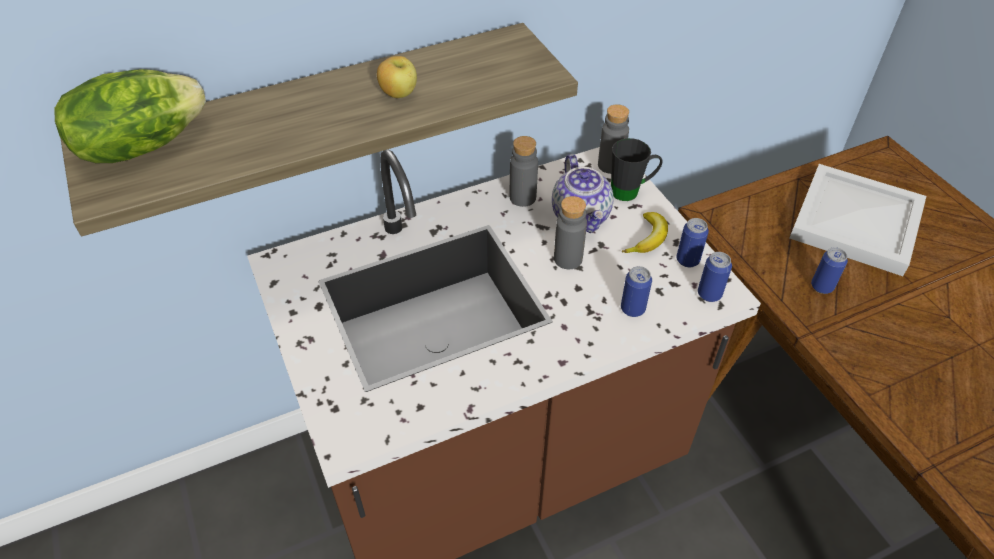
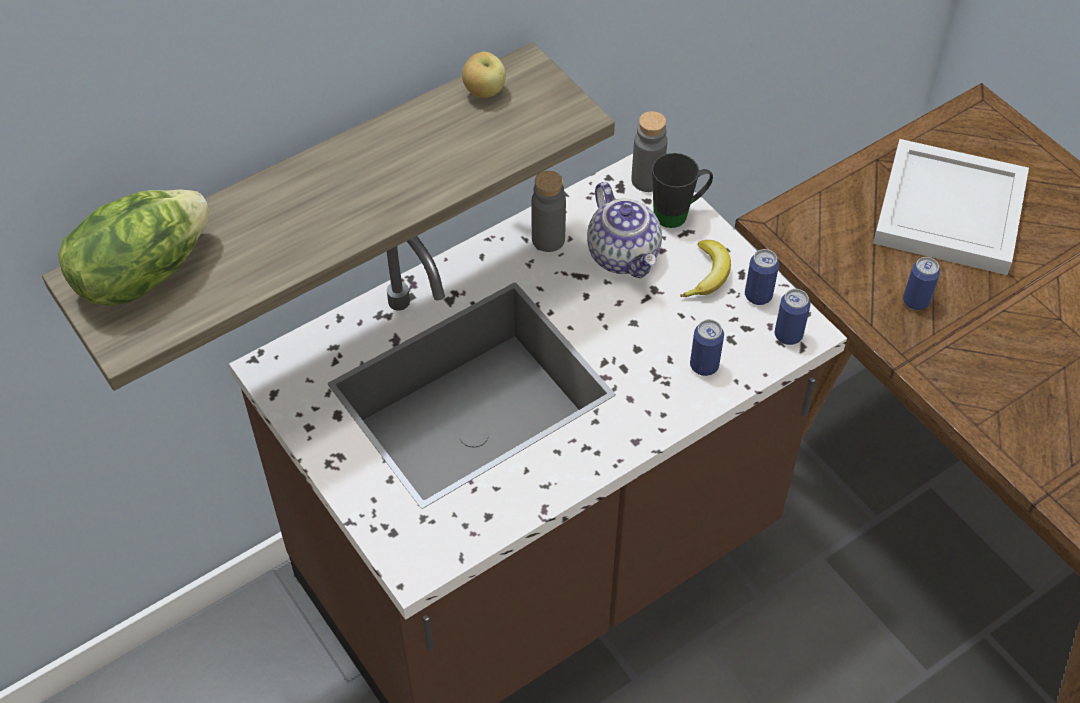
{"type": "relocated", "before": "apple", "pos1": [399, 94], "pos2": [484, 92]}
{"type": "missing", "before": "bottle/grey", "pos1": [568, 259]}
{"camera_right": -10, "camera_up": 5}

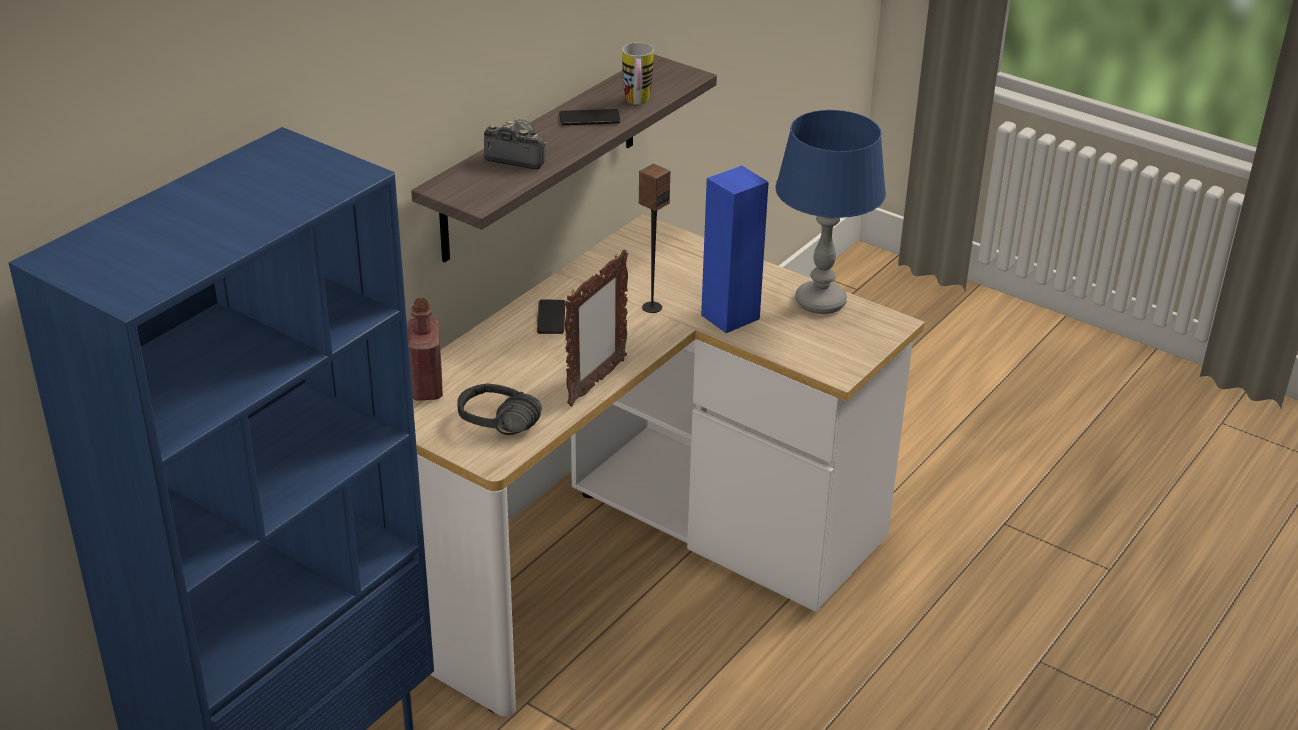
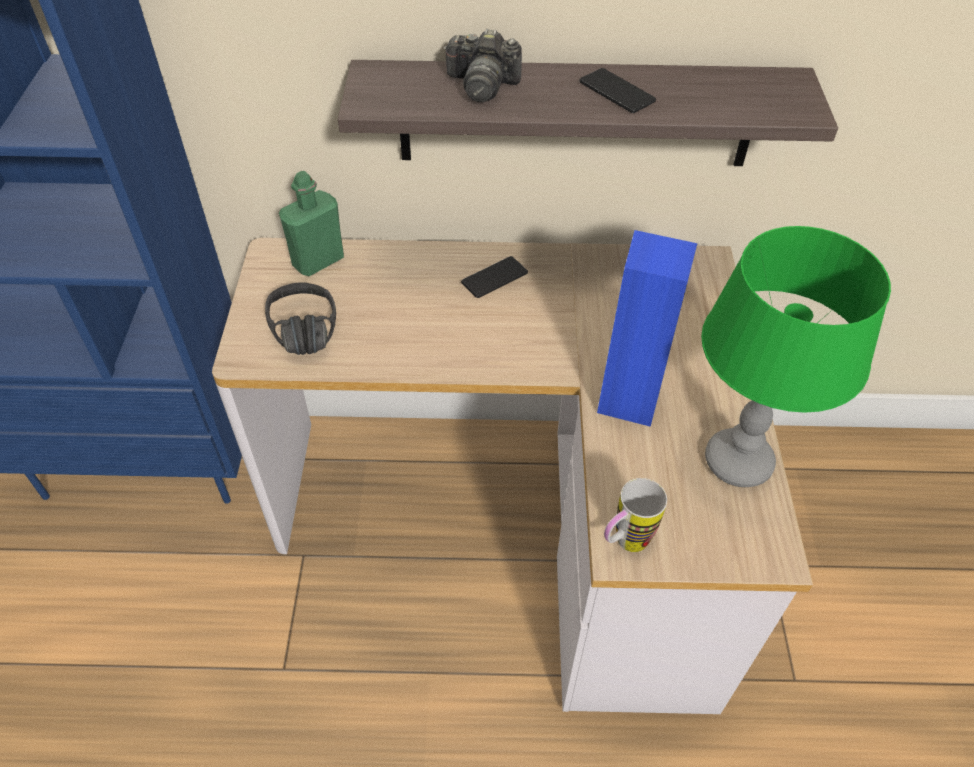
{"type": "colour", "before": "bottle/red", "after": "bottle/green", "pos1": [426, 388], "pos2": [318, 261]}
{"type": "spun", "before": "photo camera", "pos1": [517, 156], "pos2": [482, 85], "turn": 120}
{"type": "missing", "before": "picture frame", "pos1": [596, 383]}
{"type": "relocated", "before": "mug", "pos1": [637, 103], "pos2": [624, 544]}
{"type": "missing", "before": "speaker", "pos1": [651, 307]}
{"type": "colour", "before": "table lamp/blue", "after": "table lamp/green", "pos1": [820, 302], "pos2": [737, 462]}
{"camera_right": 55, "camera_up": 15}

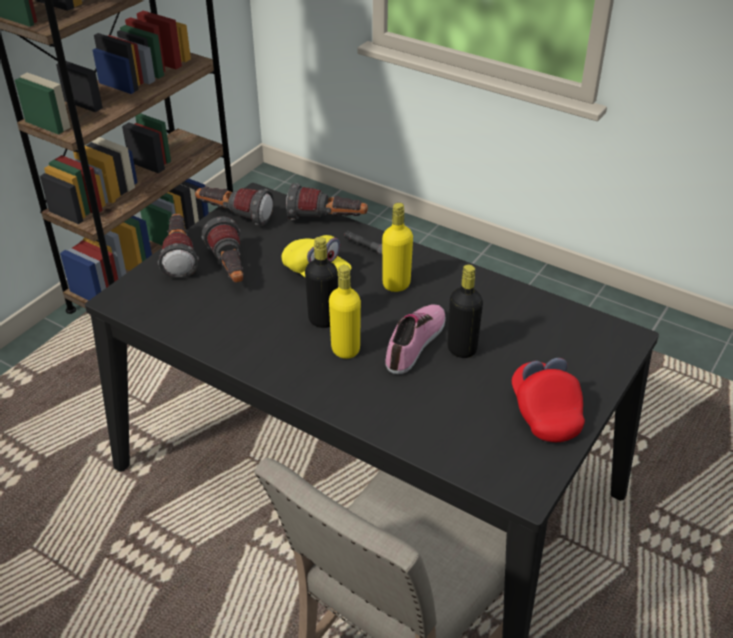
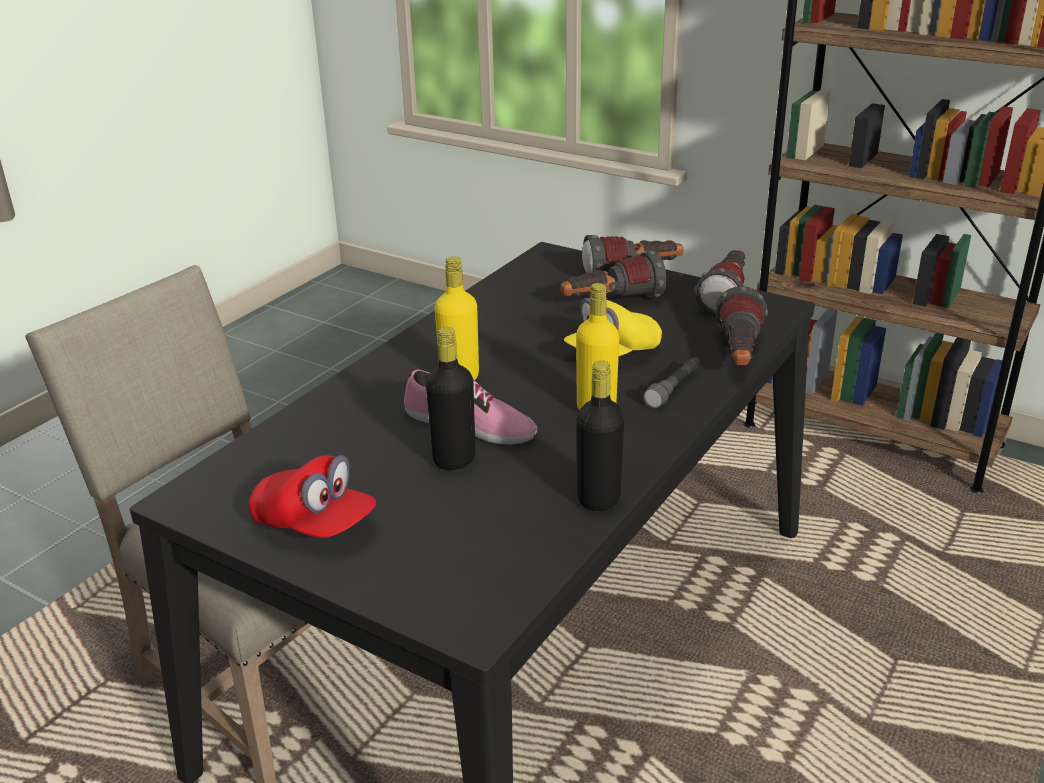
{"type": "relocated", "before": "bottle/black", "pos1": [323, 320], "pos2": [598, 499]}
{"type": "spun", "before": "cap/red", "pos1": [544, 412], "pos2": [315, 524], "turn": 45}
{"camera_right": 90, "camera_up": -10}

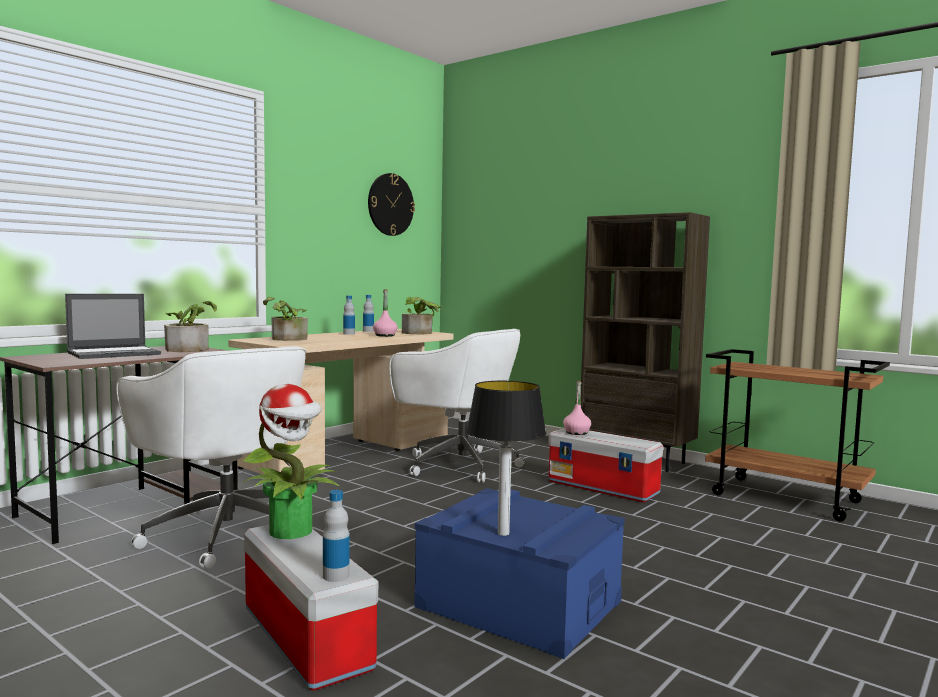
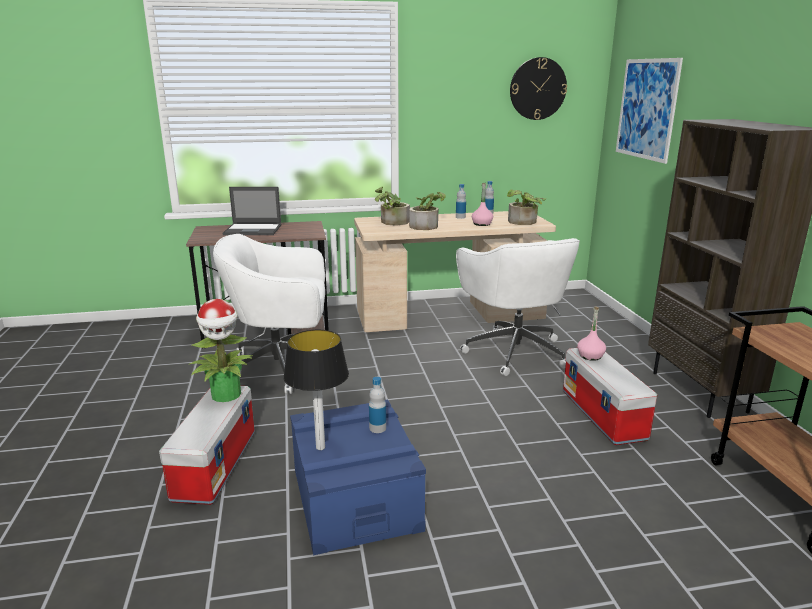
{"type": "spun", "before": "office chair/white", "pos1": [224, 533], "pos2": [282, 368], "turn": 90}
{"type": "relocated", "before": "potted plant", "pos1": [190, 349], "pos2": [427, 226]}
{"type": "relocated", "before": "bottle", "pos1": [336, 576], "pos2": [377, 428]}
{"type": "appeared", "after": "picture", "pos2": [646, 109]}
{"camera_right": 40, "camera_up": 15}

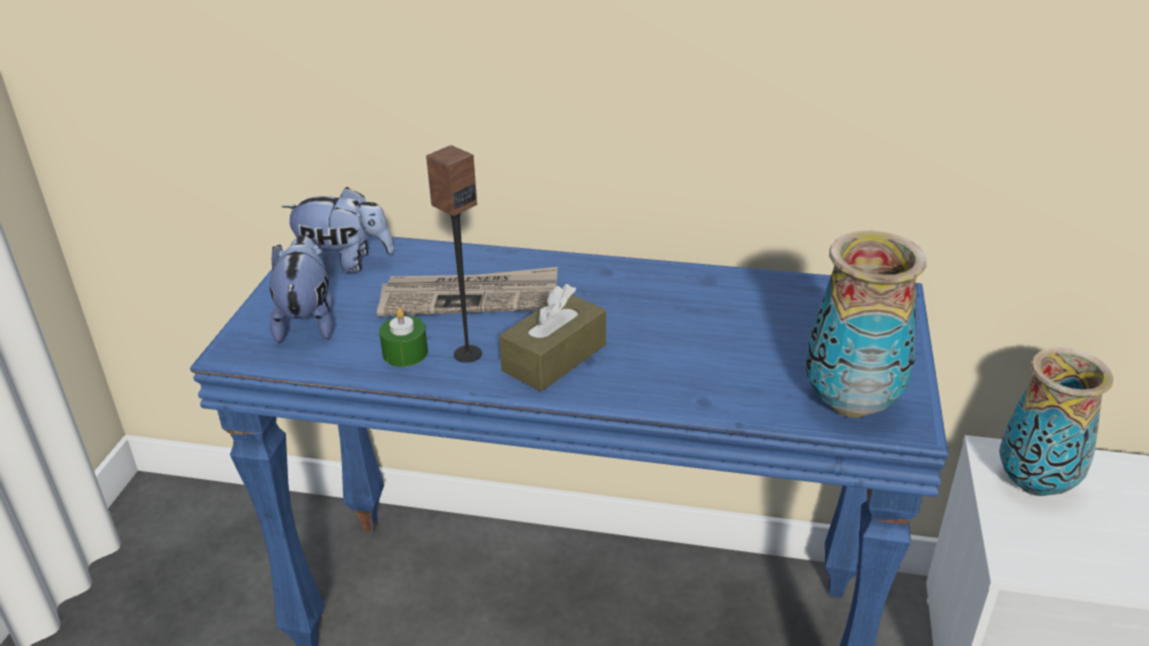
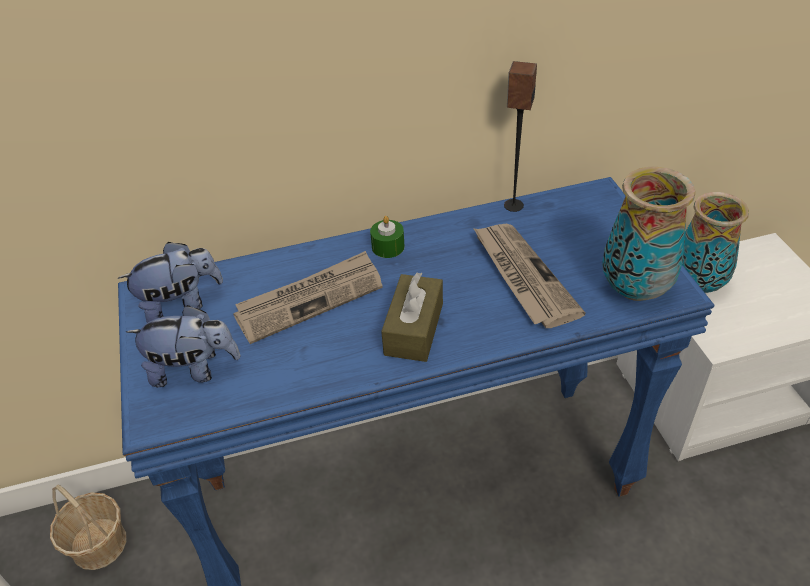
{"type": "spun", "before": "plush toy", "pos1": [308, 321], "pos2": [193, 369], "turn": 120}
{"type": "relocated", "before": "candle/green", "pos1": [405, 353], "pos2": [388, 247]}
{"type": "relocated", "before": "speaker", "pos1": [467, 354], "pos2": [513, 205]}
{"type": "appeared", "after": "basket", "pos2": [99, 543]}
{"type": "appeared", "after": "newspaper", "pos2": [522, 276]}
{"camera_right": -25, "camera_up": 10}

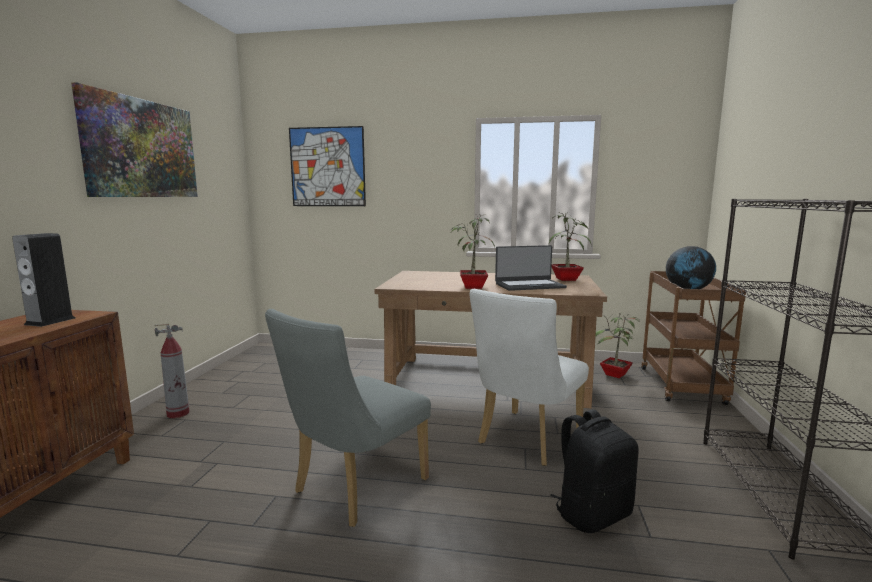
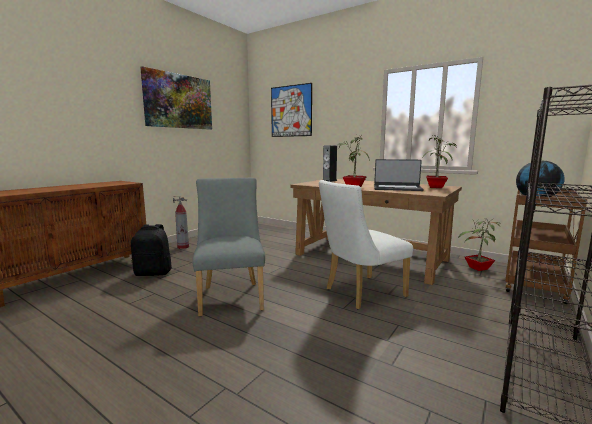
{"type": "relocated", "before": "speaker", "pos1": [50, 321], "pos2": [329, 181]}
{"type": "spun", "before": "chair/grey", "pos1": [353, 489], "pos2": [231, 296], "turn": 105}
{"type": "relocated", "before": "backpack/black", "pos1": [592, 514], "pos2": [153, 273]}
{"camera_right": 25, "camera_up": 0}

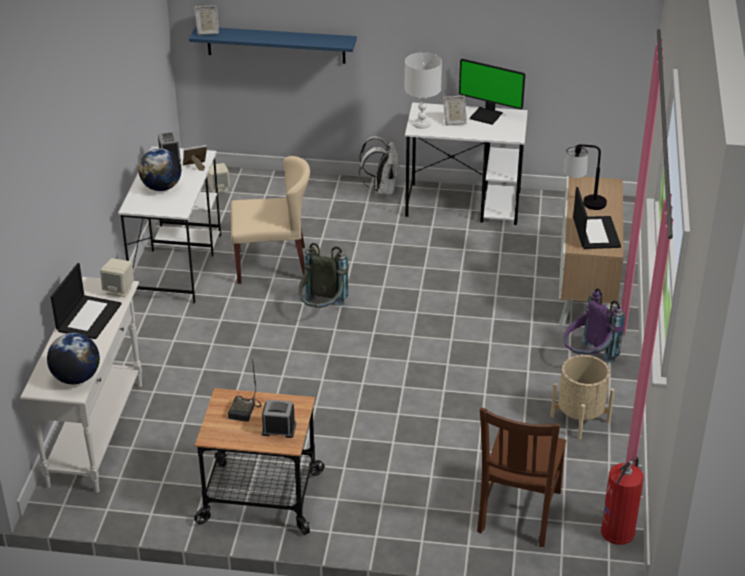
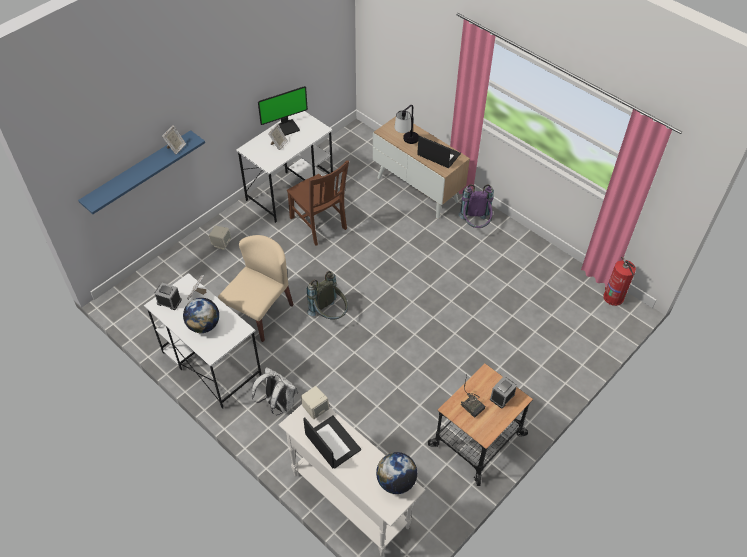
{"type": "relocated", "before": "picture frame", "pos1": [207, 32], "pos2": [176, 148]}
{"type": "relocated", "before": "speaker/beige", "pos1": [219, 188], "pos2": [221, 243]}
{"type": "relocated", "before": "backpack/white", "pos1": [382, 190], "pos2": [278, 404]}
{"type": "missing", "before": "table lamp/white", "pos1": [421, 124]}
{"type": "relocated", "before": "chair/brown", "pos1": [518, 513], "pos2": [319, 224]}
{"type": "missing", "before": "planter/beige", "pos1": [580, 419]}
{"camera_right": -55, "camera_up": 15}

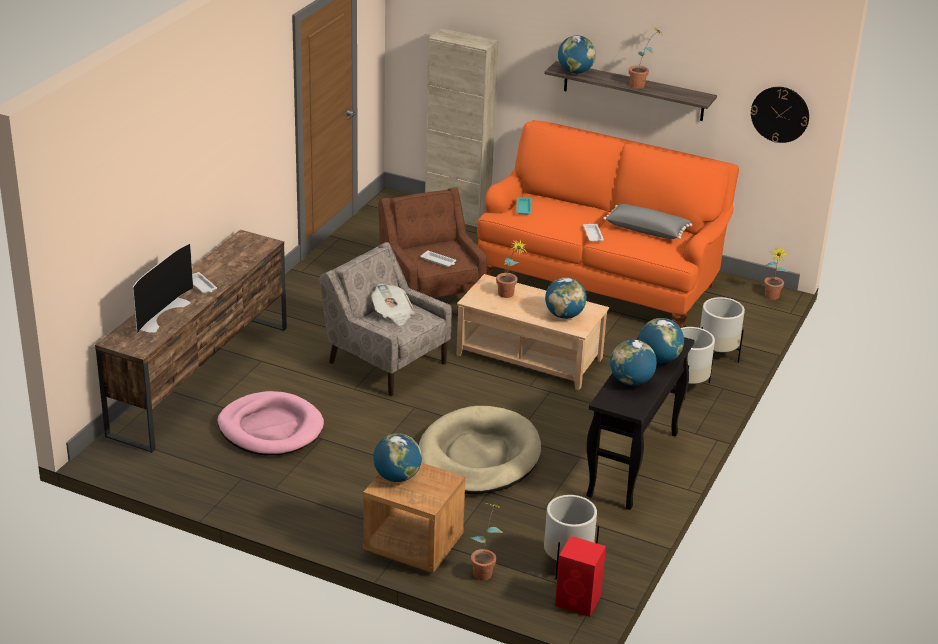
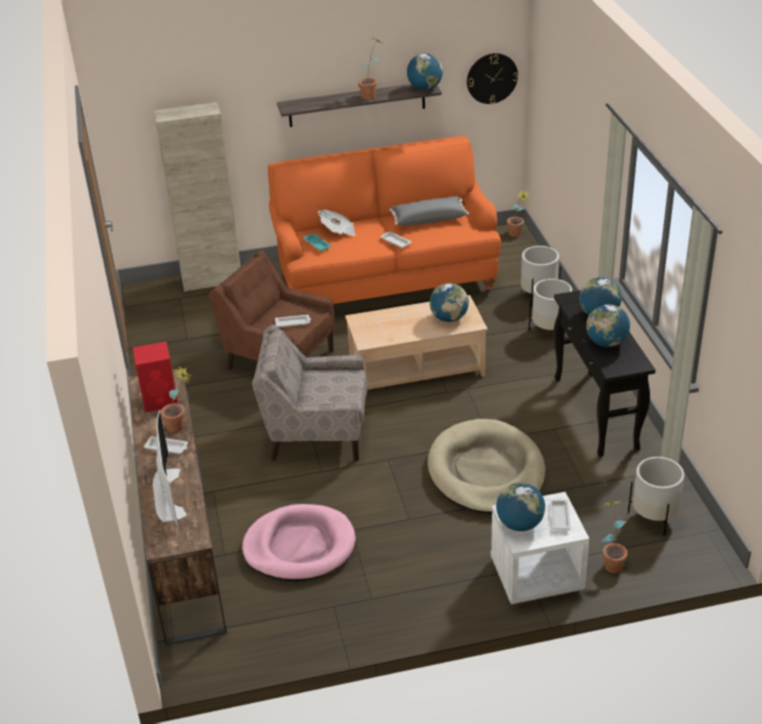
{"type": "colour", "before": "nightstand/brown", "after": "nightstand/white", "pos1": [412, 545], "pos2": [536, 576]}
{"type": "relocated", "before": "newspaper", "pos1": [392, 314], "pos2": [338, 231]}
{"type": "relocated", "before": "potted plant", "pos1": [508, 296], "pos2": [180, 428]}
{"type": "relocated", "before": "speaker/red", "pos1": [579, 601], "pos2": [161, 400]}
{"type": "relocated", "before": "globe", "pos1": [575, 72], "pos2": [425, 88]}
{"type": "appeared", "after": "tray/white", "pos2": [559, 516]}
{"camera_right": -35, "camera_up": 5}

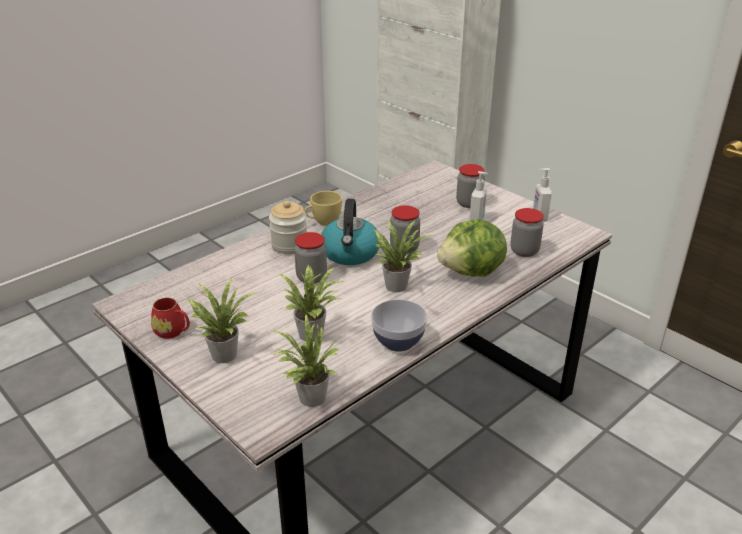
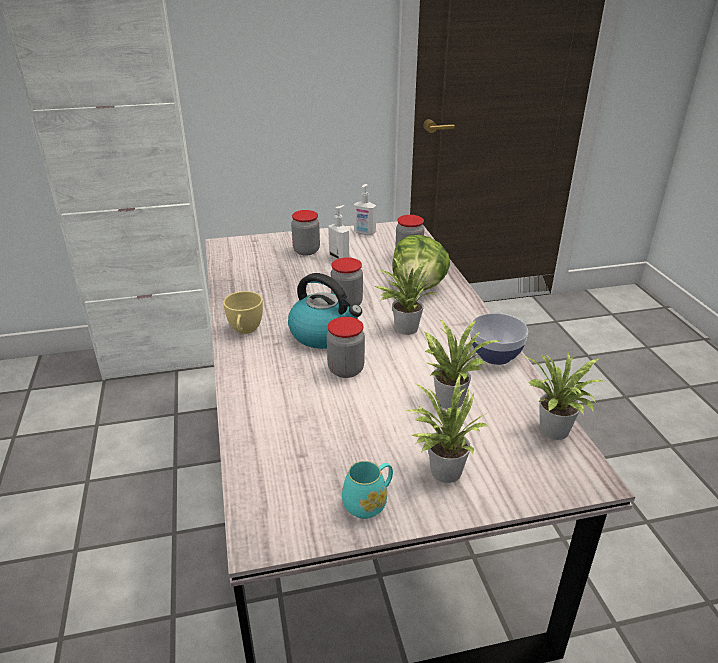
{"type": "colour", "before": "mug/red", "after": "mug/turquoise", "pos1": [173, 332], "pos2": [369, 502]}
{"type": "missing", "before": "jar", "pos1": [289, 245]}
{"camera_right": -60, "camera_up": 0}

